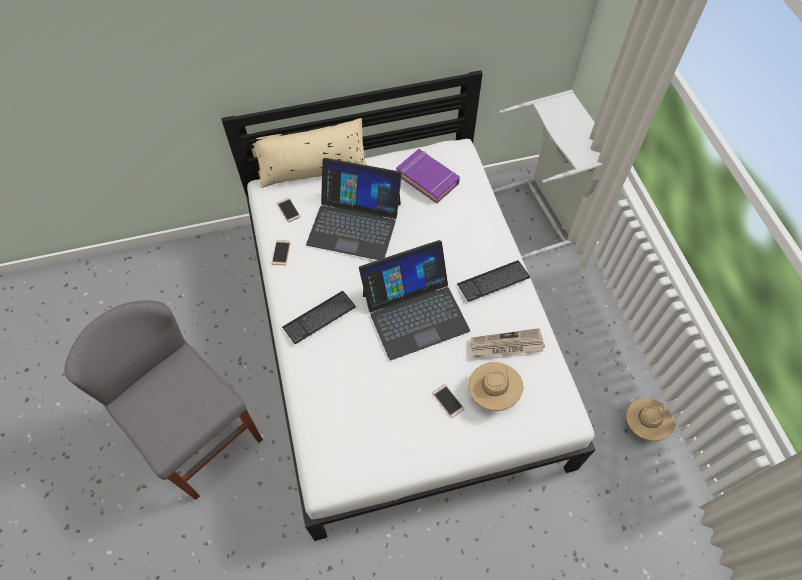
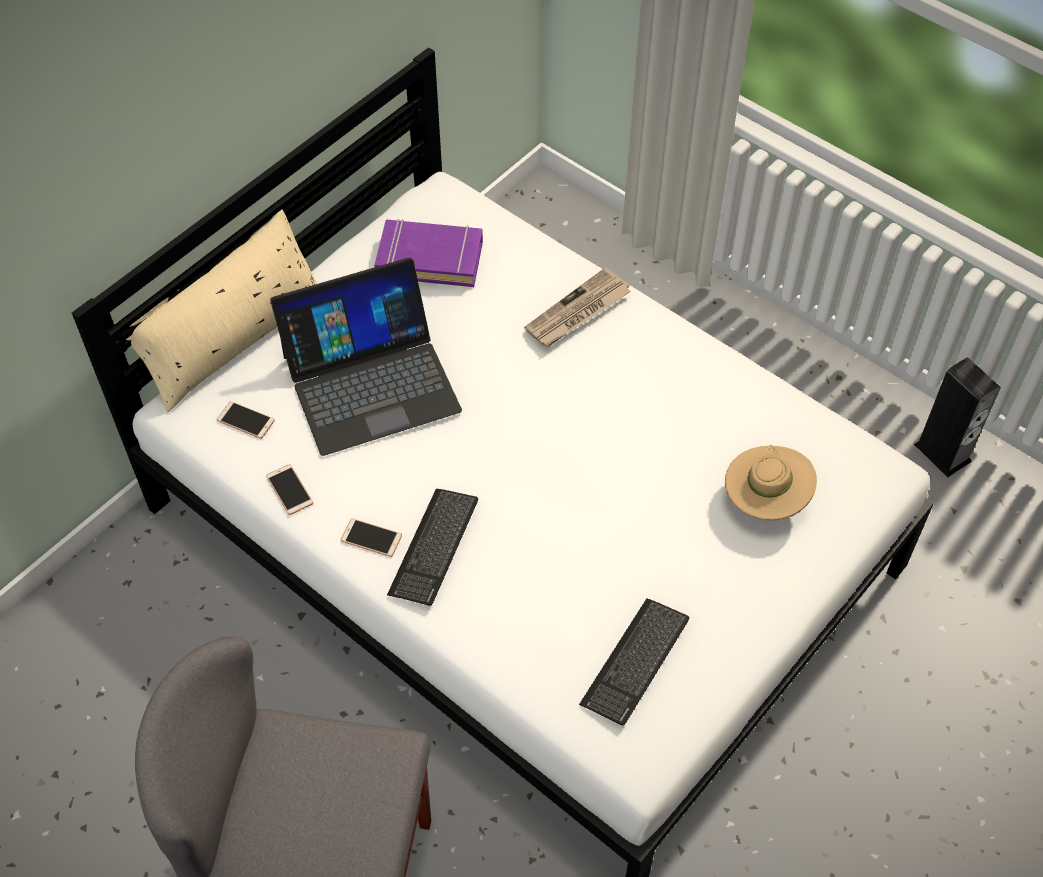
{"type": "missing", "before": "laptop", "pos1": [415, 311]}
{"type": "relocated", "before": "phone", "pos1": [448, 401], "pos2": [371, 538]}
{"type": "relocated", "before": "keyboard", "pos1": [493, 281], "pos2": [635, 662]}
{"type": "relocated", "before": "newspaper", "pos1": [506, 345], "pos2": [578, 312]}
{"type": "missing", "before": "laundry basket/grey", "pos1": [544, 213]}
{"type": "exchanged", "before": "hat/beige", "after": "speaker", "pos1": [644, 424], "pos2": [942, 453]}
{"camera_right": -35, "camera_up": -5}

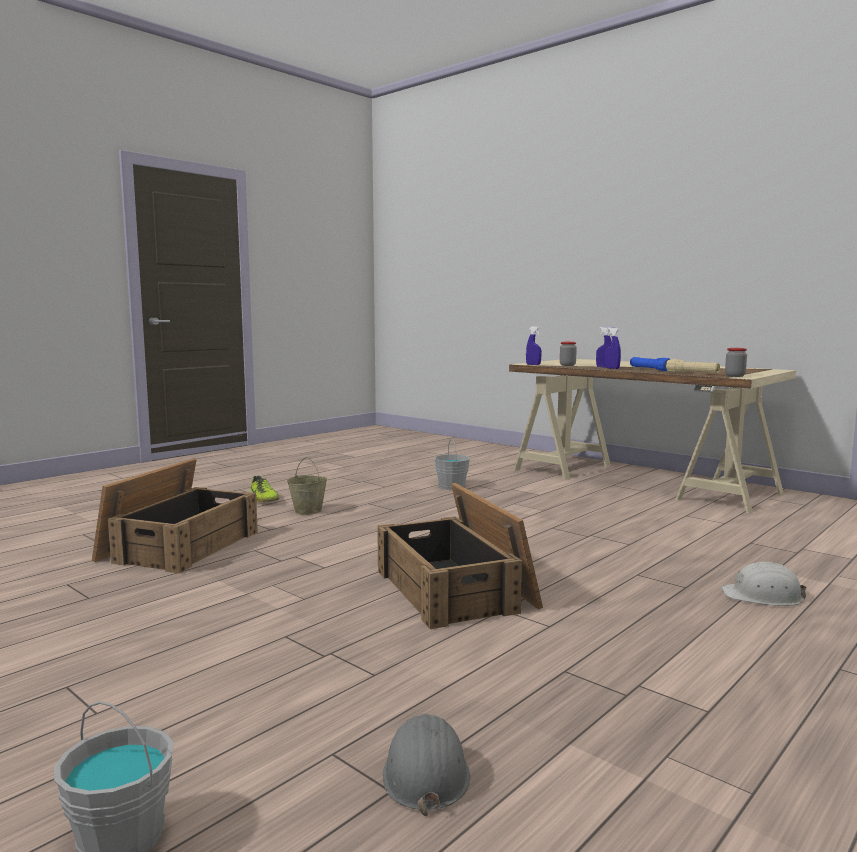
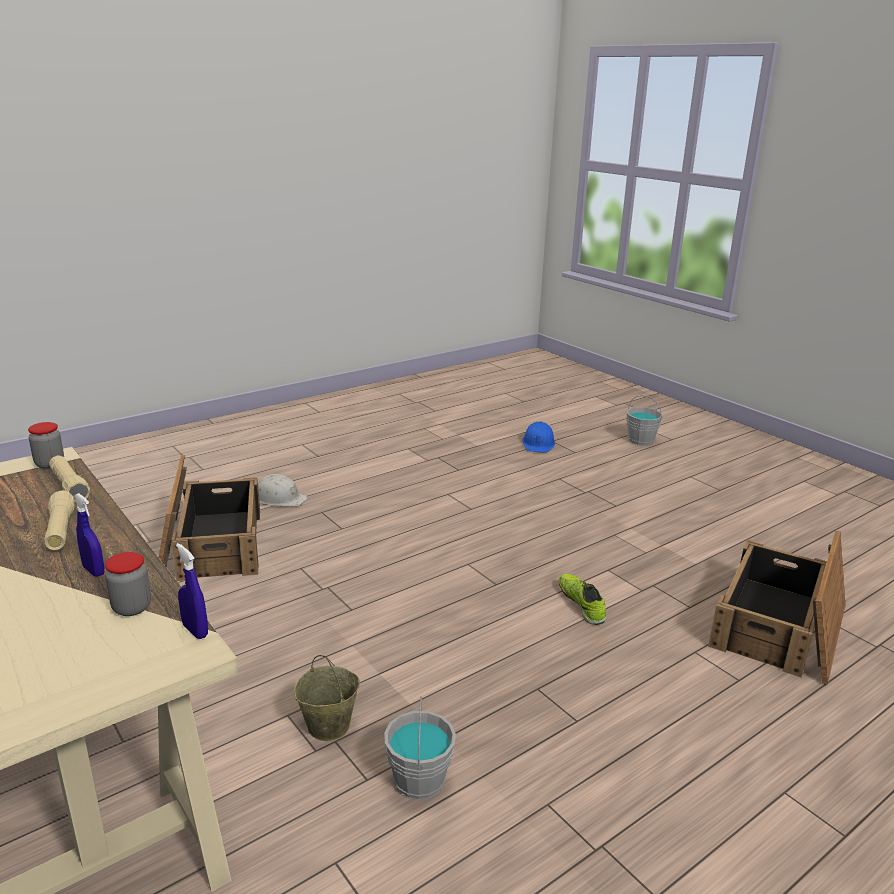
{"type": "relocated", "before": "shoe", "pos1": [263, 500], "pos2": [581, 604]}
{"type": "relocated", "before": "bucket/beige", "pos1": [308, 511], "pos2": [327, 726]}
{"type": "relocated", "before": "crate", "pos1": [457, 589], "pos2": [209, 544]}
{"type": "colour", "before": "hard hat/grey", "after": "hard hat/blue", "pos1": [425, 773], "pos2": [538, 443]}
{"type": "missing", "before": "spray bottle/blue", "pos1": [612, 368]}
{"type": "colour", "before": "flashlight/blue", "after": "flashlight/beige", "pos1": [650, 369], "pos2": [60, 531]}
{"camera_right": -170, "camera_up": 15}

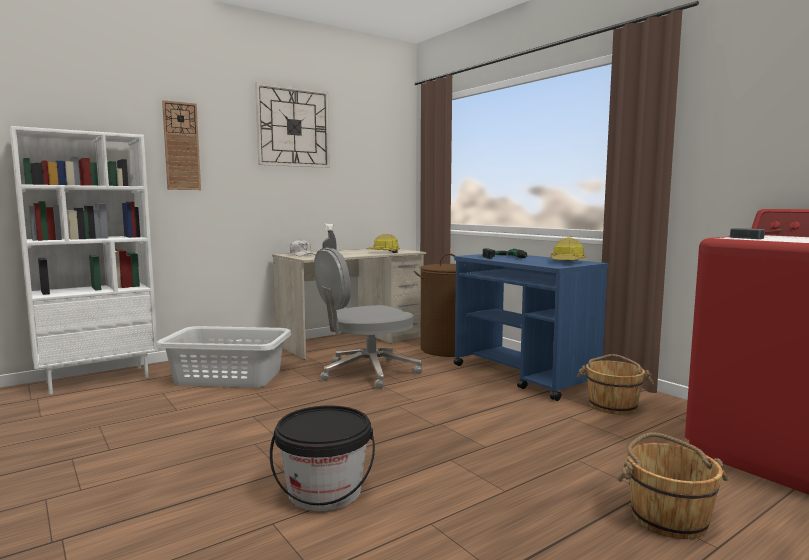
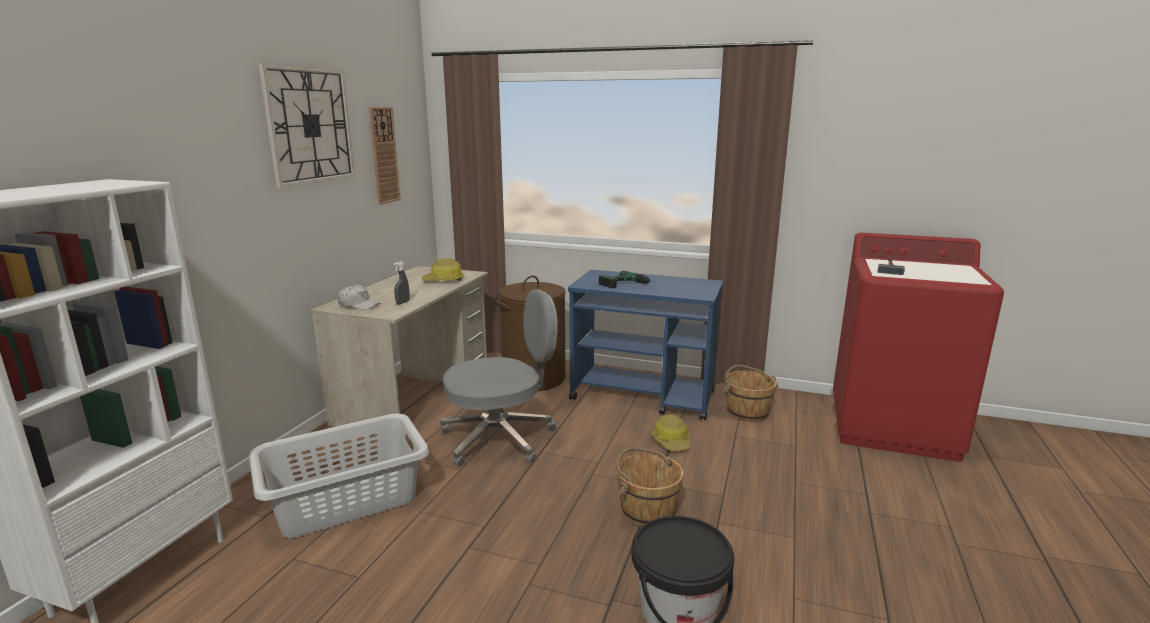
{"type": "relocated", "before": "wall clock", "pos1": [181, 146], "pos2": [384, 155]}
{"type": "spun", "before": "office chair/grey", "pos1": [367, 373], "pos2": [501, 438], "turn": -135}
{"type": "relocated", "before": "hard hat", "pos1": [567, 262], "pos2": [672, 442]}
{"type": "relocated", "before": "bucket/brown", "pos1": [668, 517], "pos2": [647, 510]}
{"camera_right": -35, "camera_up": 10}

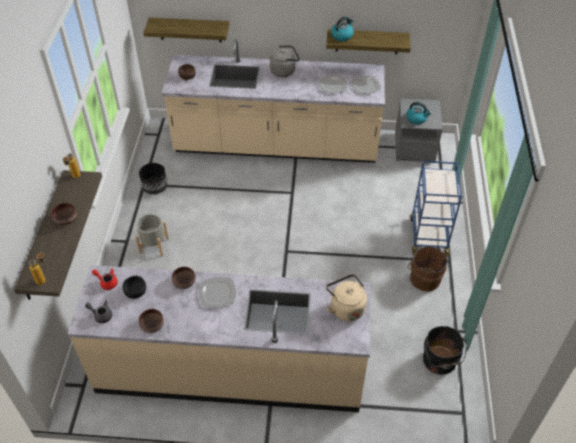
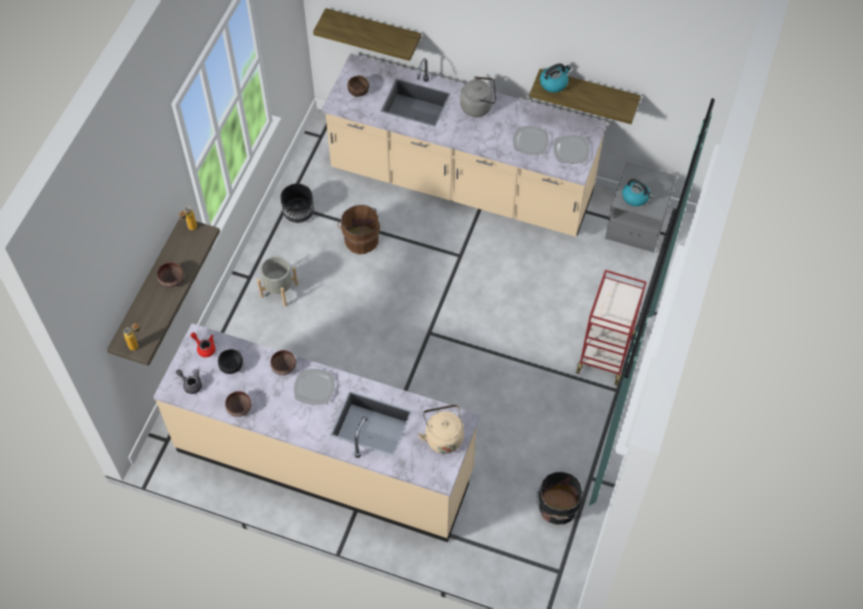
{"type": "relocated", "before": "bucket/brown", "pos1": [424, 278], "pos2": [360, 238]}
{"type": "colour", "before": "cart/blue", "after": "cart/red", "pos1": [428, 236], "pos2": [605, 352]}
{"camera_right": 15, "camera_up": 10}

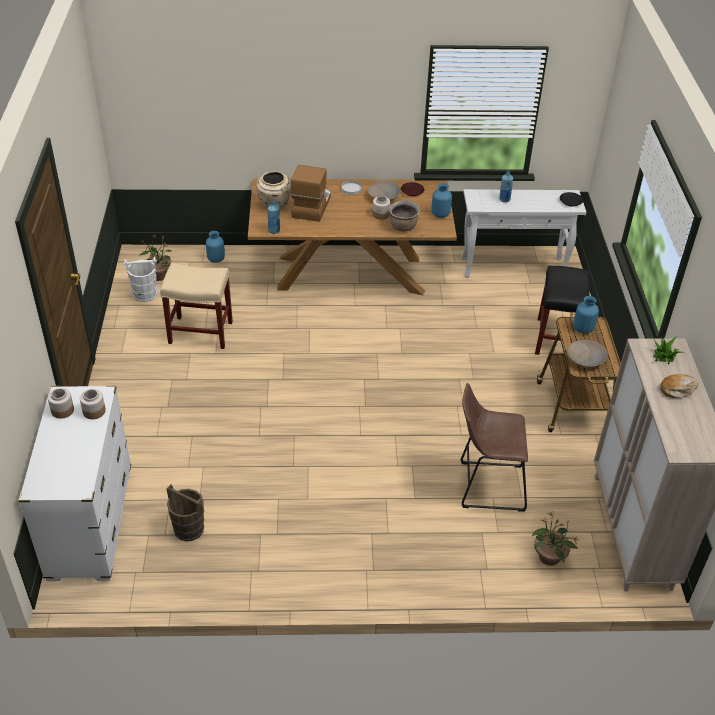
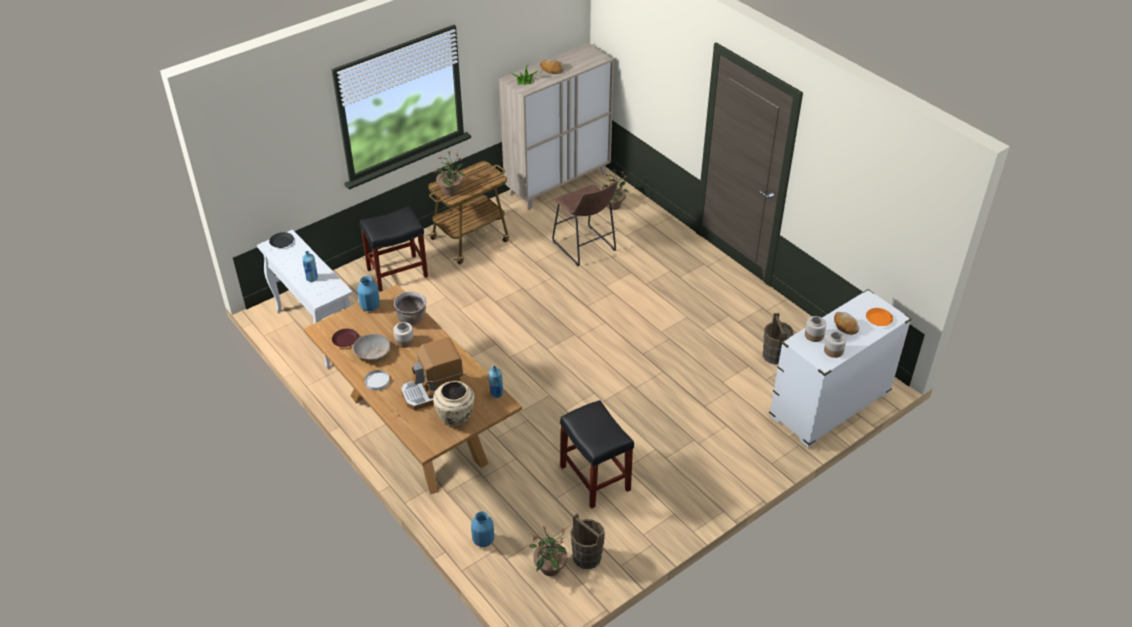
{"type": "colour", "before": "bucket/white", "after": "bucket/brown", "pos1": [145, 294], "pos2": [587, 557]}
{"type": "colour", "before": "stool/beige", "after": "stool/black", "pos1": [199, 332], "pos2": [596, 479]}
{"type": "missing", "before": "bowl/beige", "pos1": [585, 360]}
{"type": "exchanged", "before": "vase/blue", "after": "potted plant", "pos1": [582, 329], "pos2": [451, 190]}
{"type": "appeared", "after": "bread", "pos2": [845, 326]}
{"type": "appeared", "after": "plate/orange", "pos2": [878, 319]}
{"camera_right": -125, "camera_up": 0}

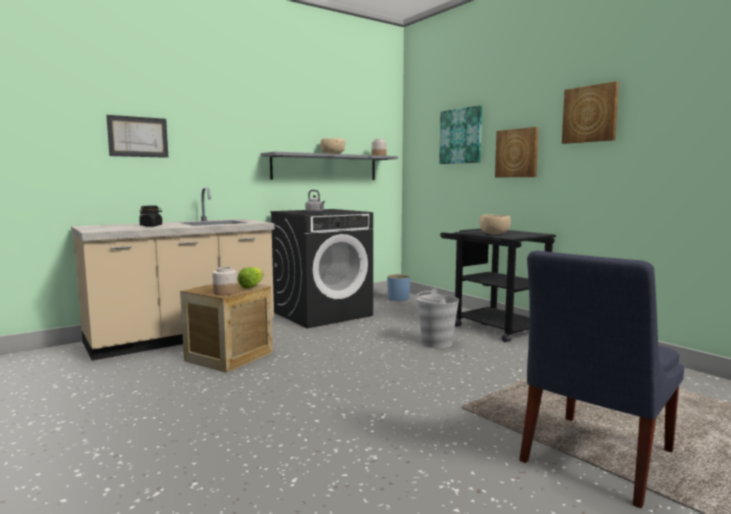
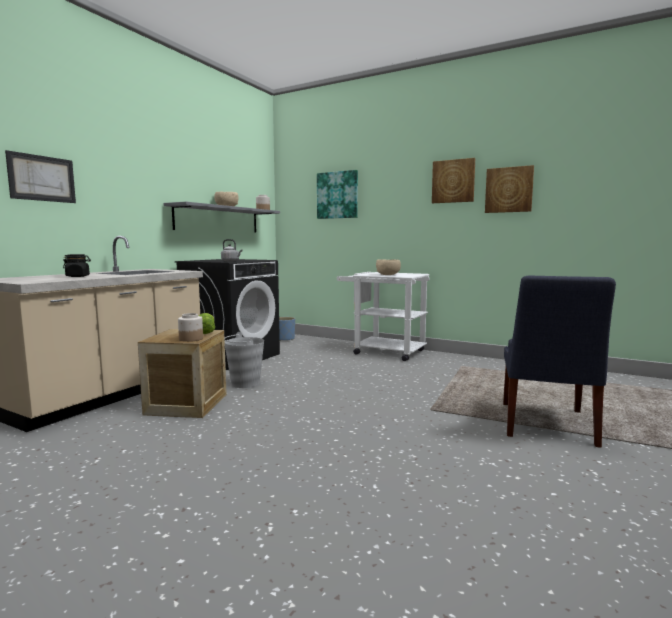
{"type": "relocated", "before": "bucket/grey", "pos1": [436, 343], "pos2": [245, 383]}
{"type": "colour", "before": "cart/black", "after": "cart/white", "pos1": [492, 327], "pos2": [383, 351]}
{"type": "relocated", "before": "picture", "pos1": [517, 153], "pos2": [509, 190]}
{"camera_right": -25, "camera_up": 0}

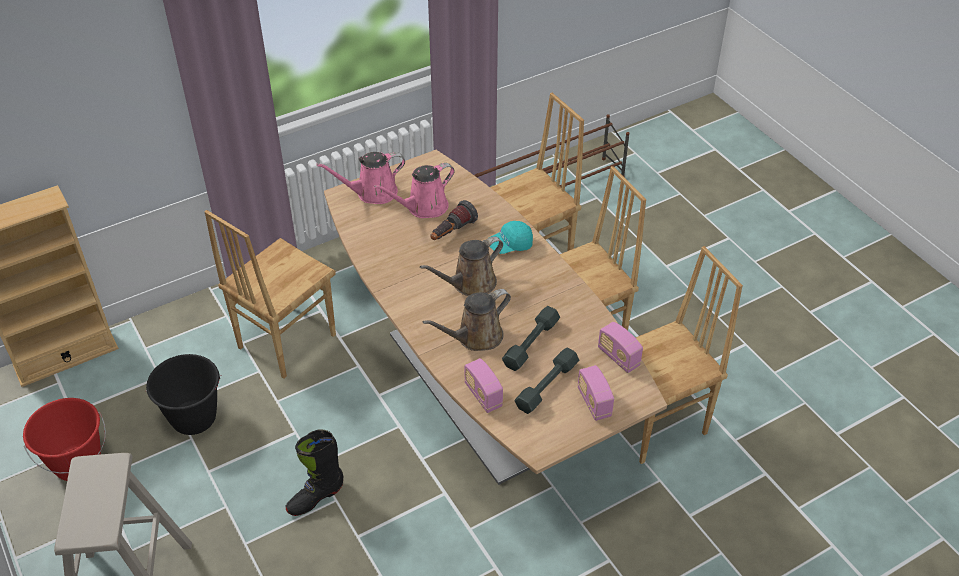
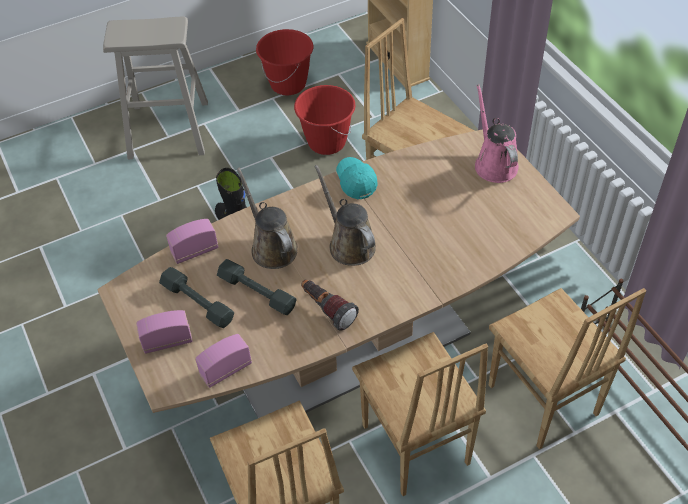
{"type": "colour", "before": "bucket/black", "after": "bucket/red", "pos1": [194, 418], "pos2": [326, 142]}
{"type": "missing", "before": "watering can/pink", "pos1": [423, 207]}
{"type": "relocated", "before": "flashlight", "pos1": [452, 233], "pos2": [327, 310]}
{"type": "relocated", "before": "cap/turquoise", "pos1": [510, 245], "pos2": [356, 182]}
{"camera_right": 95, "camera_up": 5}

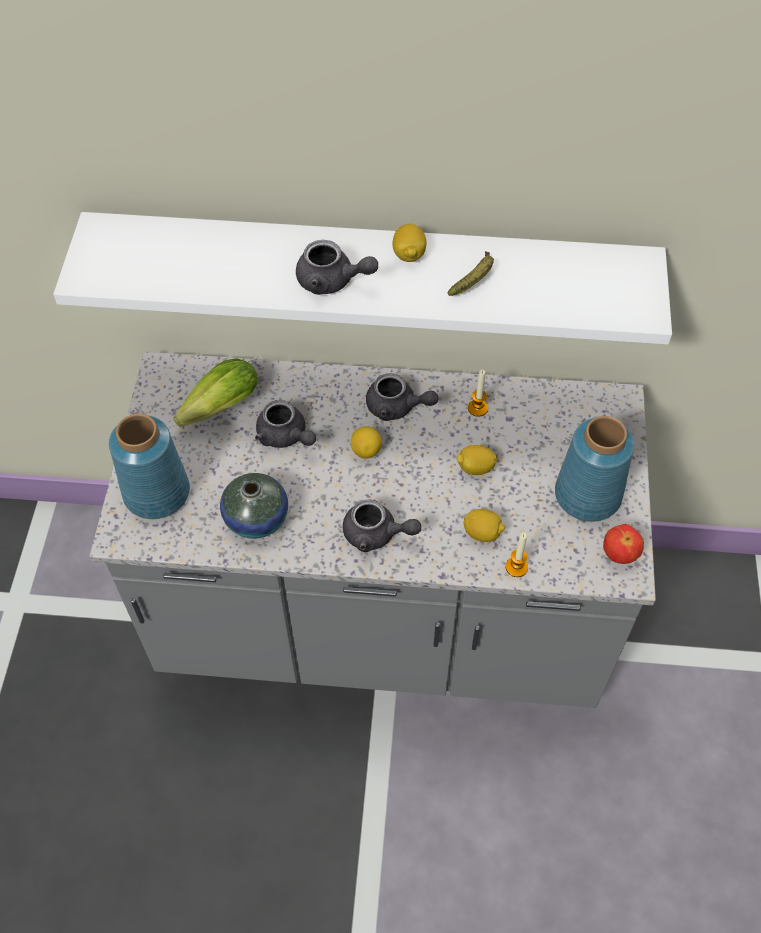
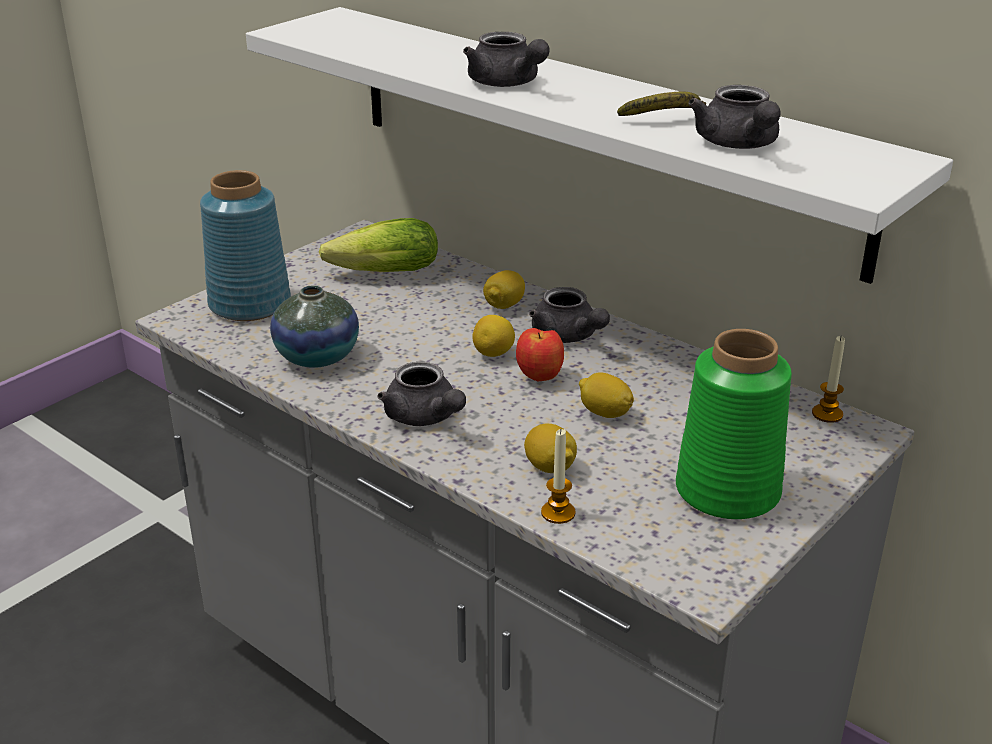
{"type": "relocated", "before": "teapot/grey", "pos1": [285, 436], "pos2": [739, 145]}
{"type": "relocated", "before": "lemon", "pos1": [409, 254], "pos2": [504, 305]}
{"type": "relocated", "before": "candle", "pos1": [477, 408], "pos2": [827, 414]}
{"type": "colour", "before": "vase/blue", "after": "vase/green", "pos1": [586, 495], "pos2": [725, 491]}
{"type": "relocated", "before": "apple", "pos1": [619, 555], "pos2": [540, 377]}
{"camera_right": 35, "camera_up": -25}

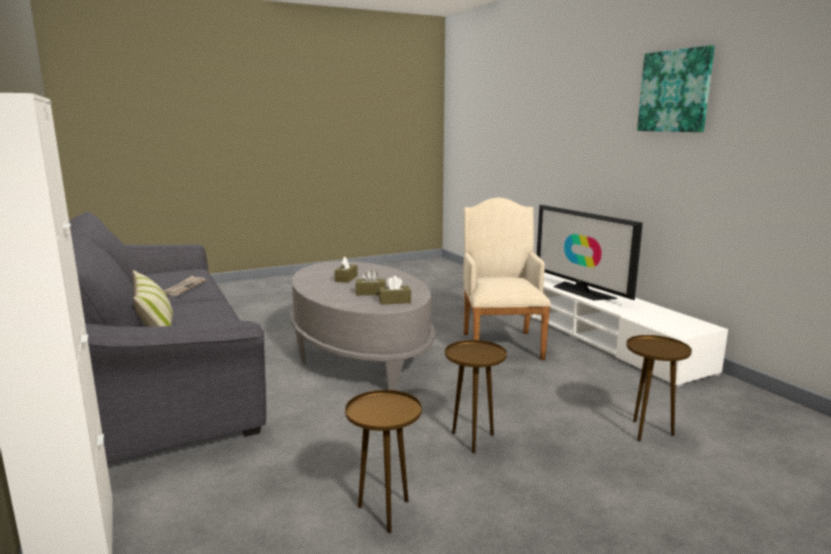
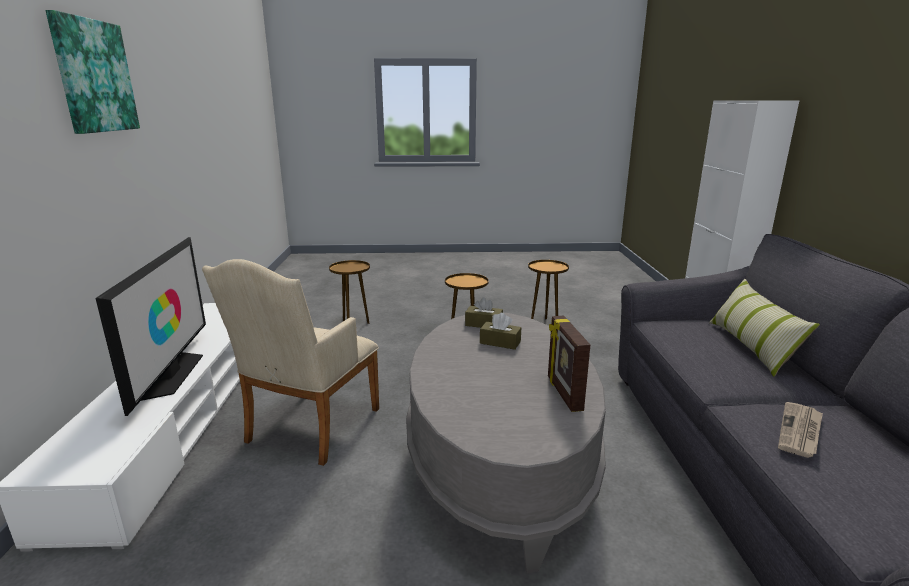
{"type": "missing", "before": "tissue box/brown", "pos1": [346, 278]}
{"type": "appeared", "after": "picture frame", "pos2": [563, 393]}
{"camera_right": -155, "camera_up": 5}

